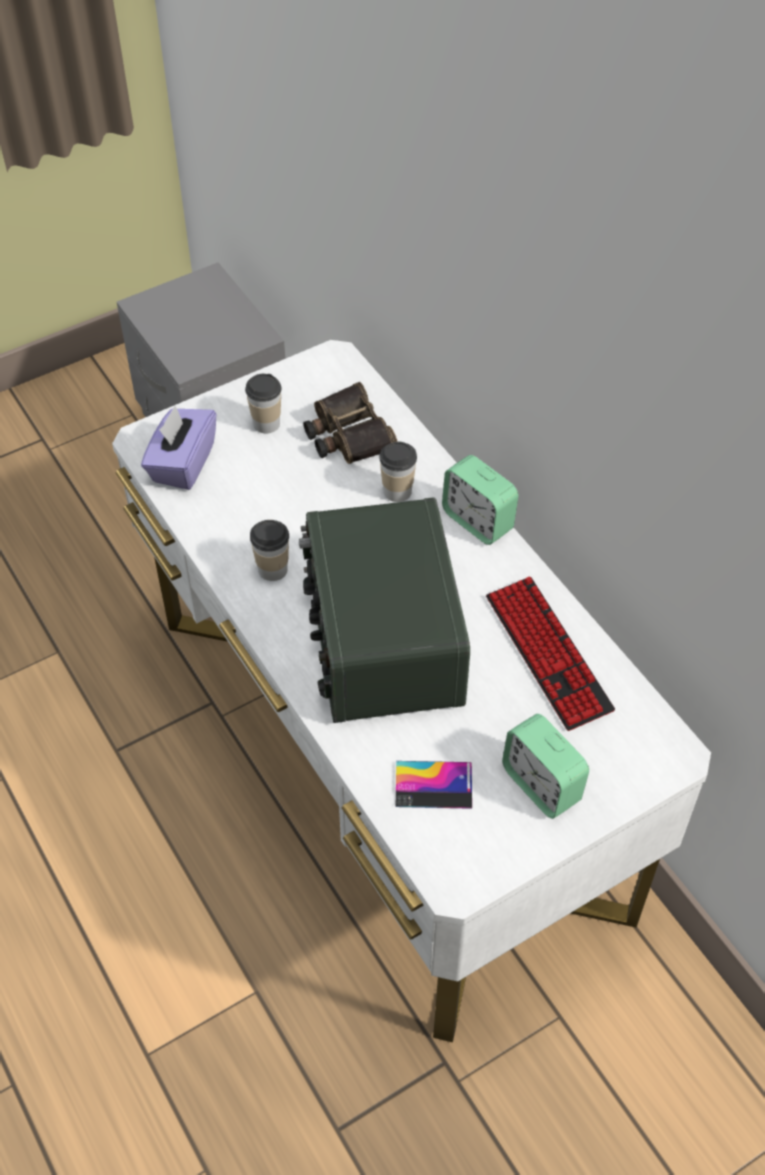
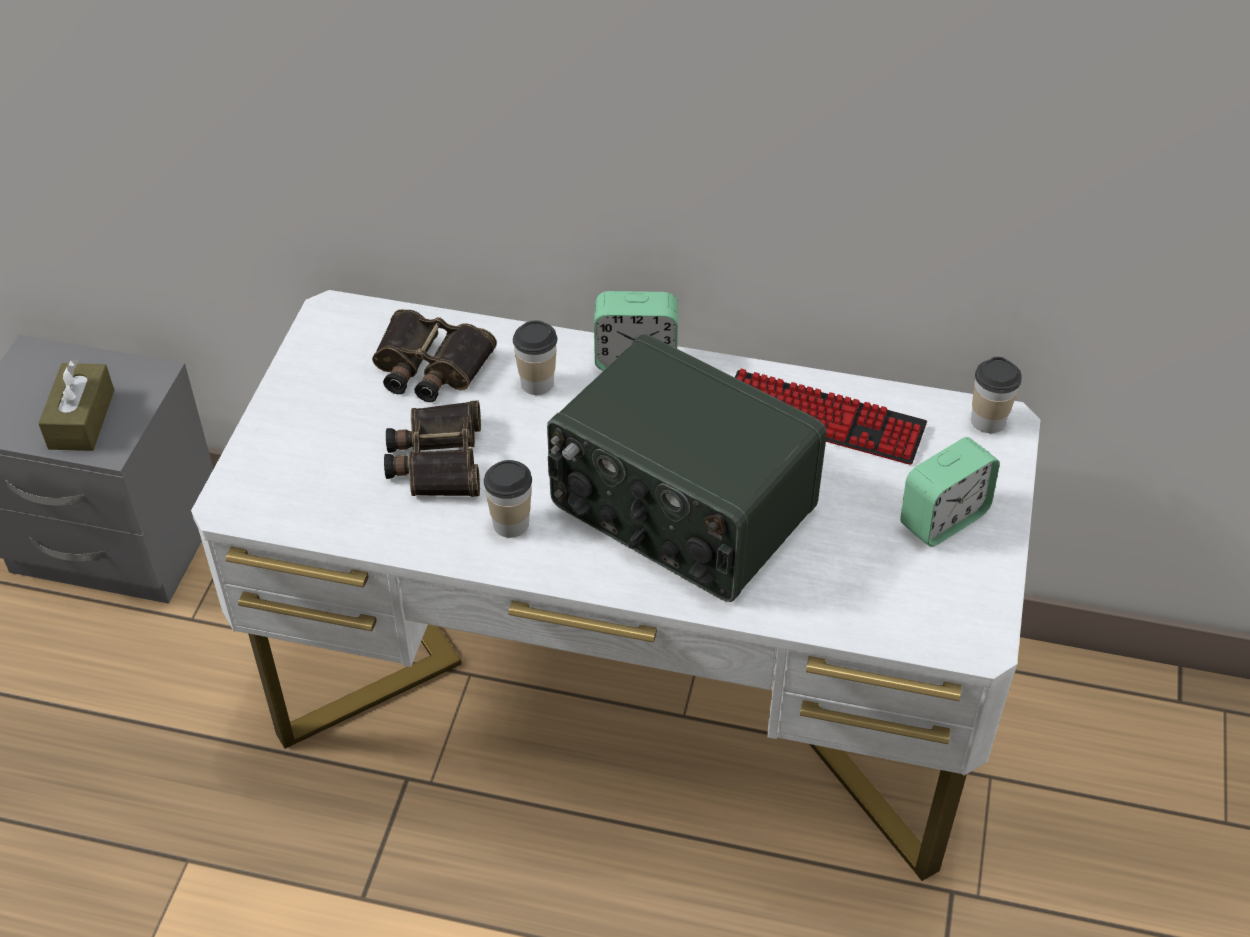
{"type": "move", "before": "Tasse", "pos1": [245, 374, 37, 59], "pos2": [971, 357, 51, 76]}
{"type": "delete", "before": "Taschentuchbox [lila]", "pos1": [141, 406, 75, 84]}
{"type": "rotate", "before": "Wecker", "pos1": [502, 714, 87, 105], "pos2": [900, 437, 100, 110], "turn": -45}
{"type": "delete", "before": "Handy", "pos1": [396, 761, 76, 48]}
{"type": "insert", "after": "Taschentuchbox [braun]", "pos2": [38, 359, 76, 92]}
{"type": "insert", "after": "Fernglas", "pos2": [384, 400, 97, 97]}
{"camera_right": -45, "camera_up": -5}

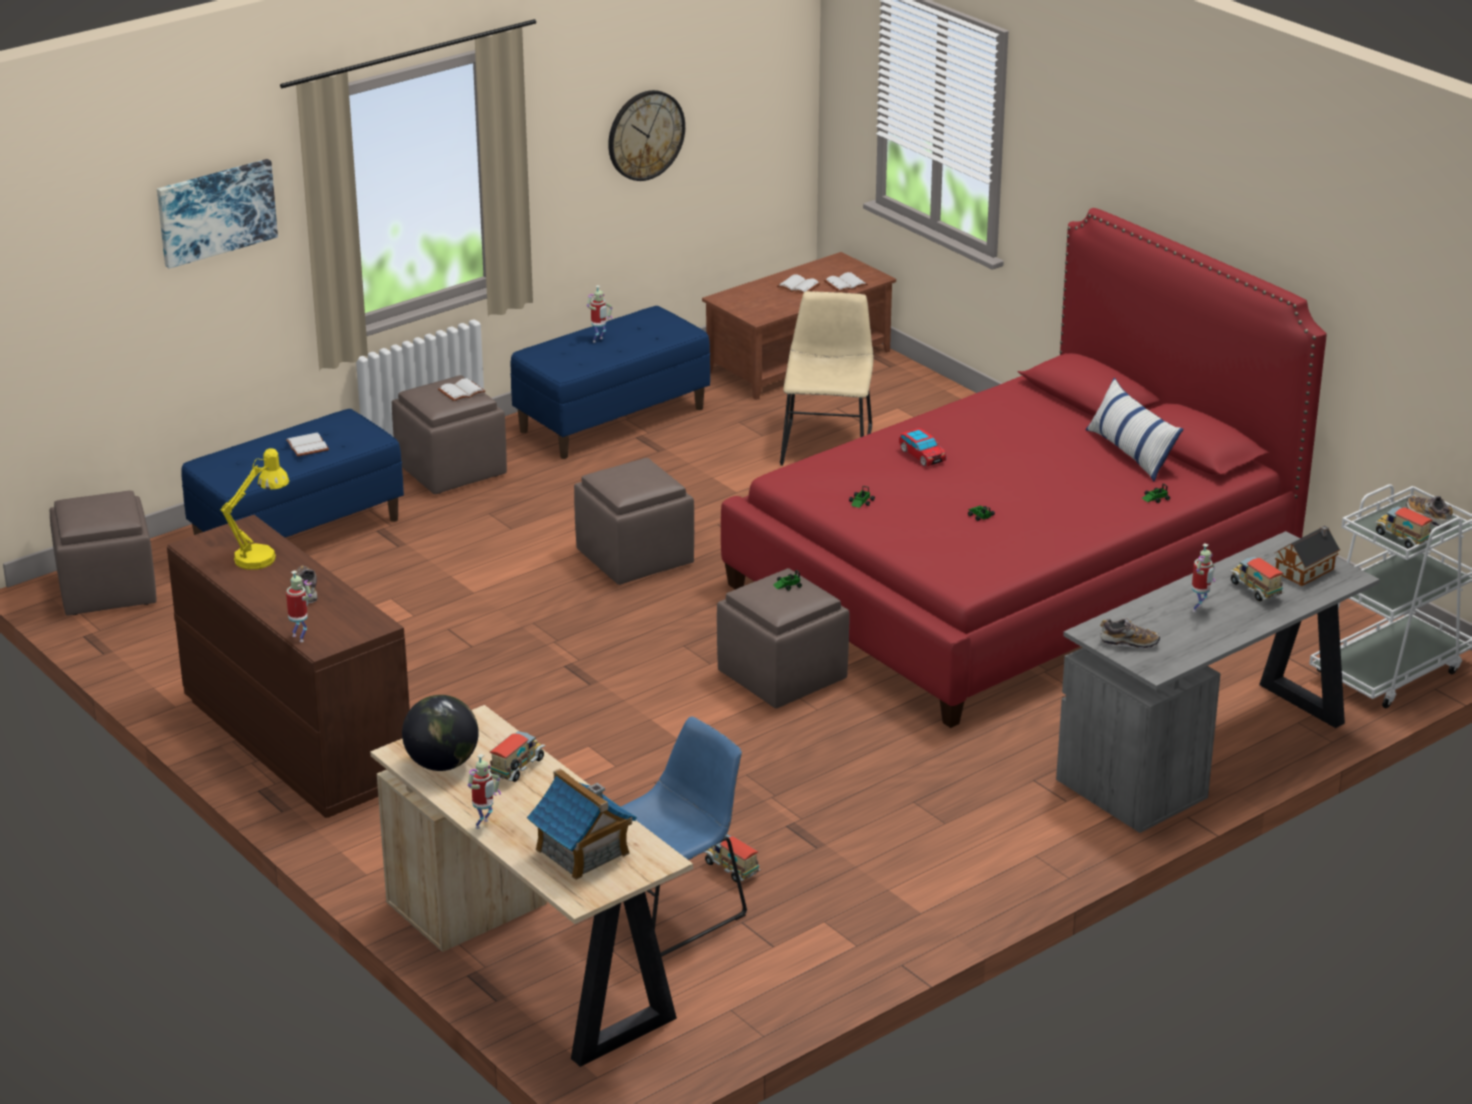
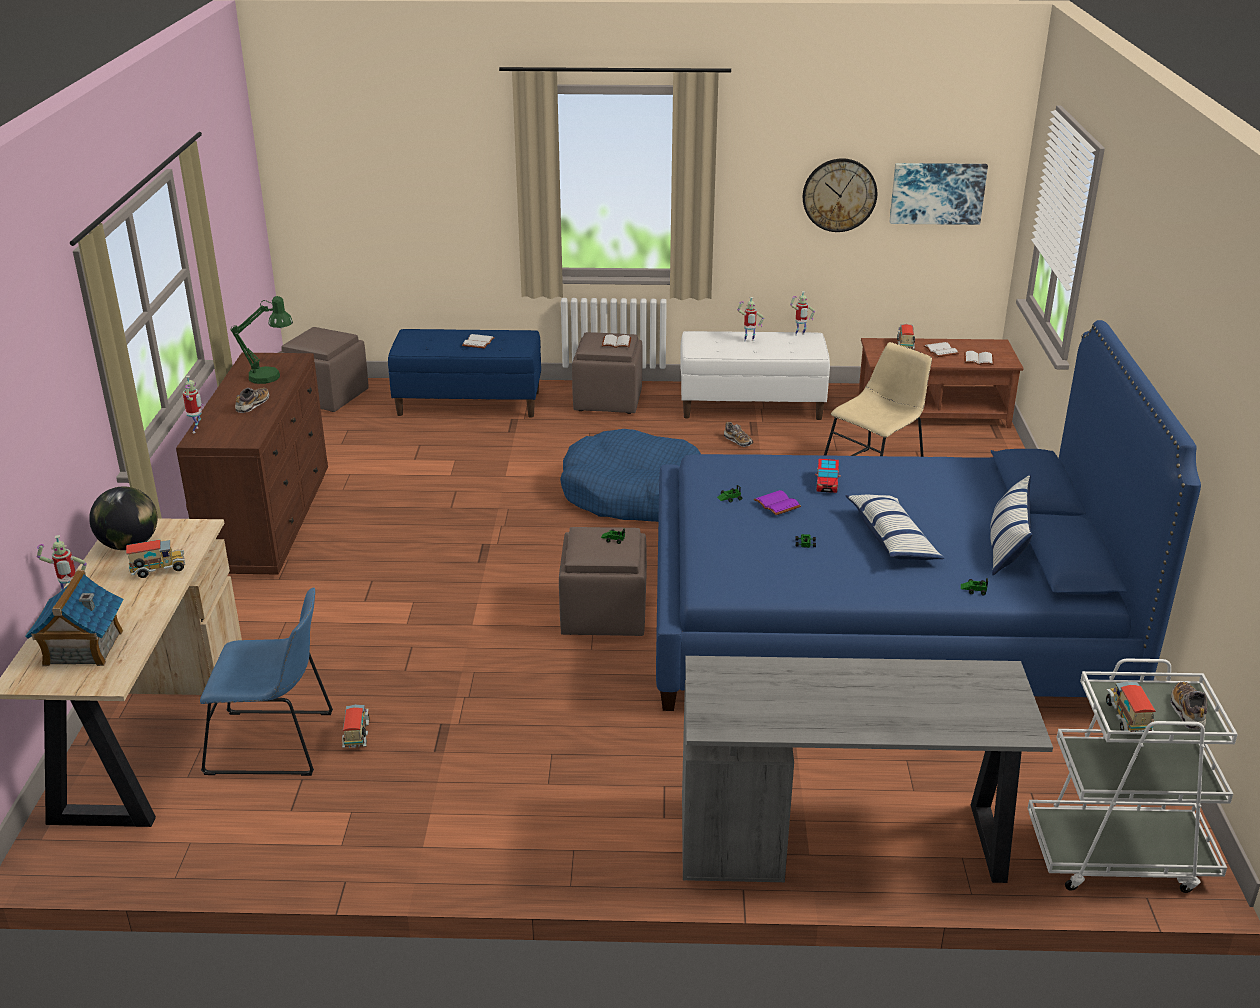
{"type": "move", "before": "Bild", "pos1": [157, 159, 121, 110], "pos2": [890, 163, 98, 62]}
{"type": "recolor", "before": "Bett [rot]", "after": "Bett [blau]", "pos1": [721, 208, 606, 520], "pos2": [656, 320, 545, 391]}
{"type": "recolor", "before": "Bank [blau]", "after": "Bank [weiß]", "pos1": [510, 306, 200, 153], "pos2": [680, 331, 150, 89]}
{"type": "recolor", "before": "Tischlampe [gelb]", "after": "Tischlampe [grün]", "pos1": [221, 448, 68, 122], "pos2": [231, 296, 62, 88]}
{"type": "replace", "before": "Polsterhocker [braun]", "after": "Hundebett [blau]", "pos1": [574, 458, 120, 127], "pos2": [560, 429, 141, 93]}
{"type": "delete", "before": "Spielzeughaus", "pos1": [1275, 525, 65, 61]}
{"type": "move", "before": "Spielzeugroboter", "pos1": [1192, 543, 23, 69], "pos2": [790, 291, 25, 45]}
{"type": "move", "before": "Spielzeuglaster", "pos1": [1230, 556, 54, 46], "pos2": [897, 324, 18, 25]}
{"type": "move", "before": "Schuh", "pos1": [1100, 619, 60, 30], "pos2": [724, 422, 29, 25]}
{"type": "insert", "after": "Buch [lila]", "pos2": [754, 490, 47, 25]}
{"type": "insert", "after": "Kissen", "pos2": [845, 495, 99, 65]}
{"camera_right": 40, "camera_up": 0}

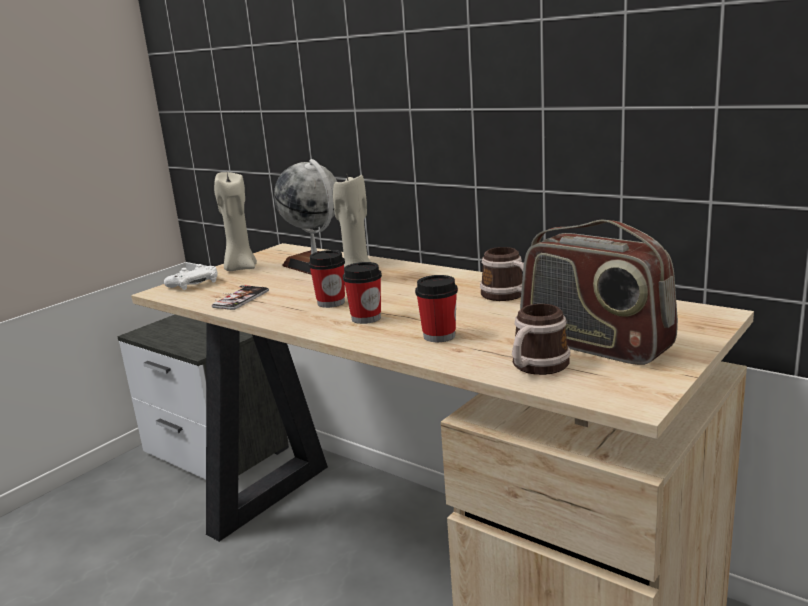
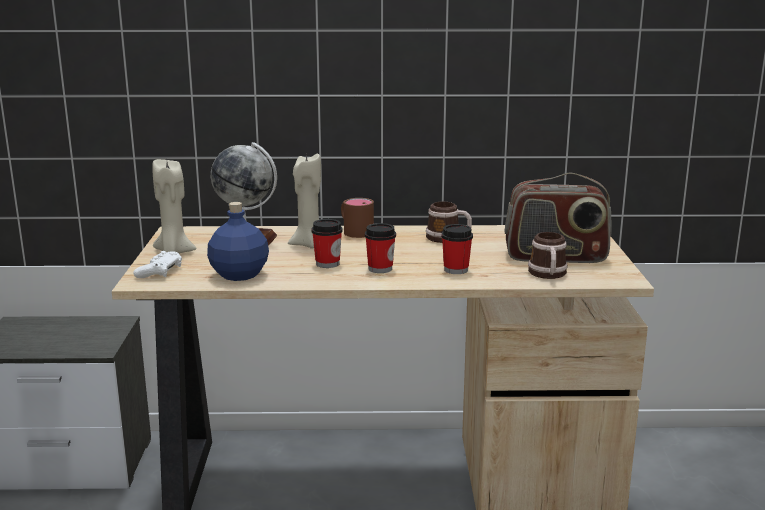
{"type": "replace", "before": "Handy", "after": "Flasche [blau]", "pos1": [212, 285, 57, 25], "pos2": [207, 202, 62, 79]}
{"type": "insert", "after": "Henkelbecher [braun]", "pos2": [341, 198, 33, 40]}
{"camera_right": -40, "camera_up": 0}

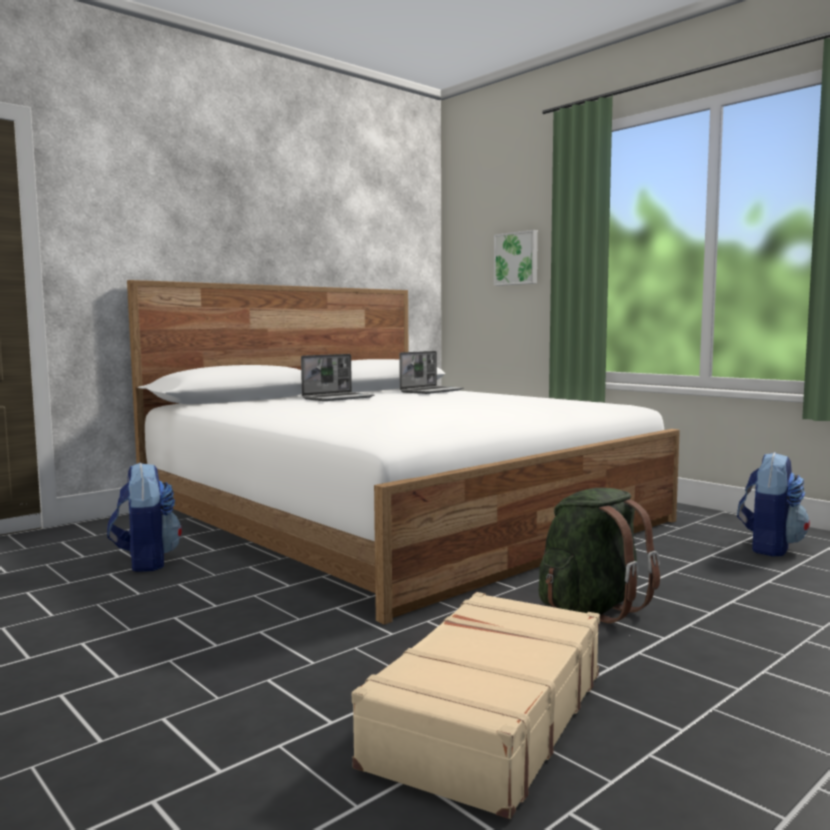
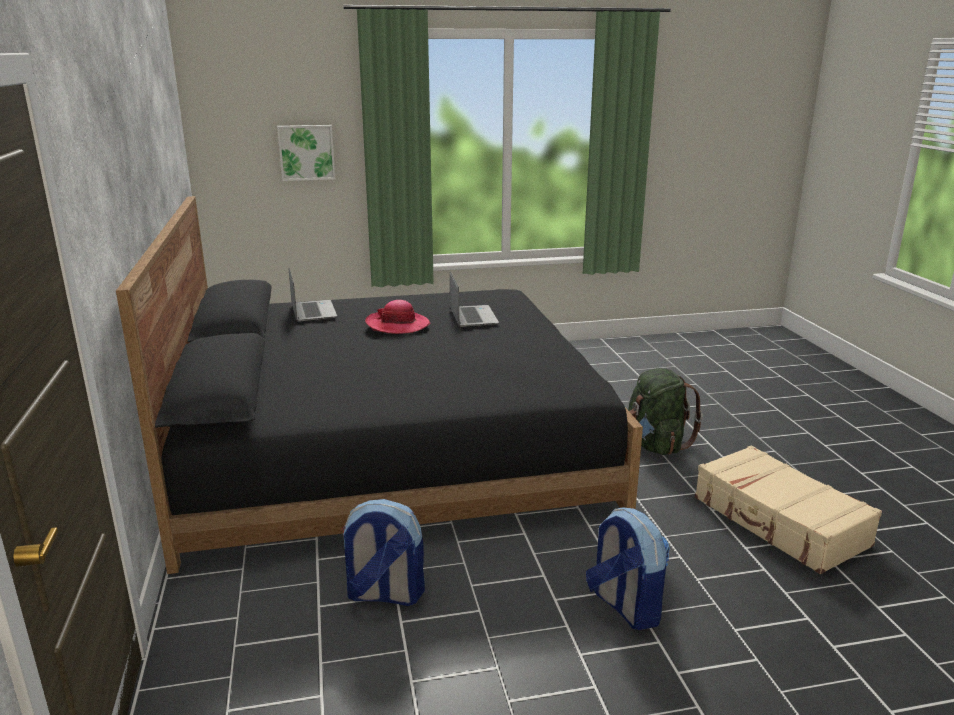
{"type": "recolor", "before": "Bett [weiß]", "after": "Bett [schwarz]", "pos1": [127, 280, 553, 345], "pos2": [116, 196, 527, 378]}
{"type": "move", "before": "Laptop", "pos1": [301, 354, 74, 47], "pos2": [450, 272, 49, 56]}
{"type": "move", "before": "Rucksack", "pos1": [737, 452, 73, 104], "pos2": [586, 507, 84, 123]}
{"type": "insert", "after": "Hut", "pos2": [365, 300, 65, 34]}
{"camera_right": -60, "camera_up": 15}

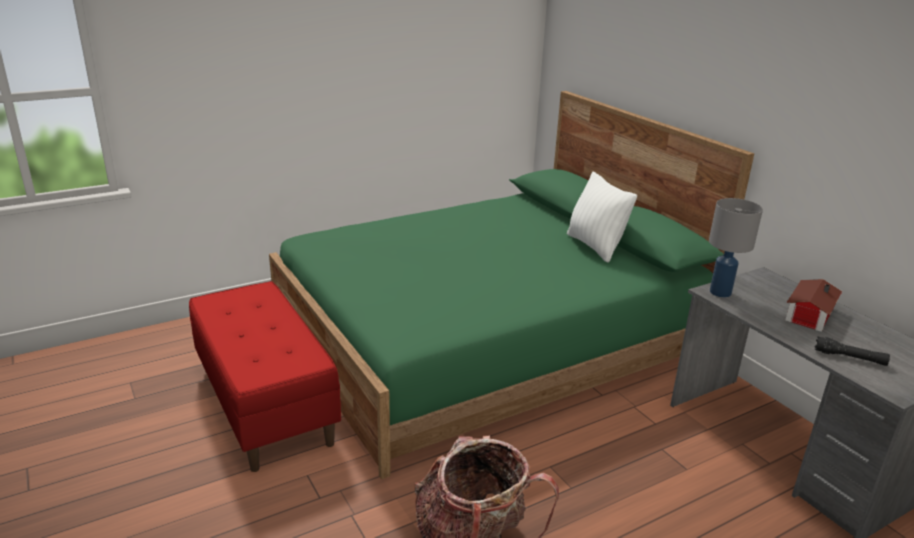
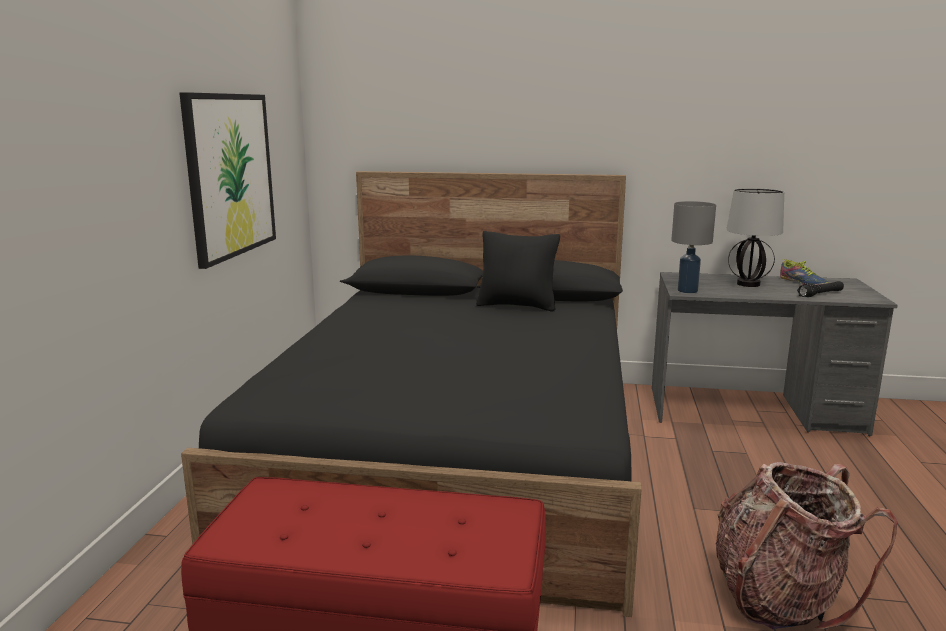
{"type": "recolor", "before": "Bett [grün]", "after": "Bett [schwarz]", "pos1": [269, 91, 485, 388], "pos2": [181, 171, 461, 446]}
{"type": "recolor", "before": "Kissen [weiß]", "after": "Kissen [schwarz]", "pos1": [567, 172, 70, 91], "pos2": [476, 231, 84, 80]}
{"type": "replace", "before": "Spielzeughaus", "after": "Tischlampe", "pos1": [785, 279, 57, 53], "pos2": [726, 188, 58, 99]}
{"type": "insert", "after": "Bild", "pos2": [179, 92, 97, 177]}
{"type": "insert", "after": "Schuh", "pos2": [780, 259, 49, 26]}
{"camera_right": -50, "camera_up": -10}

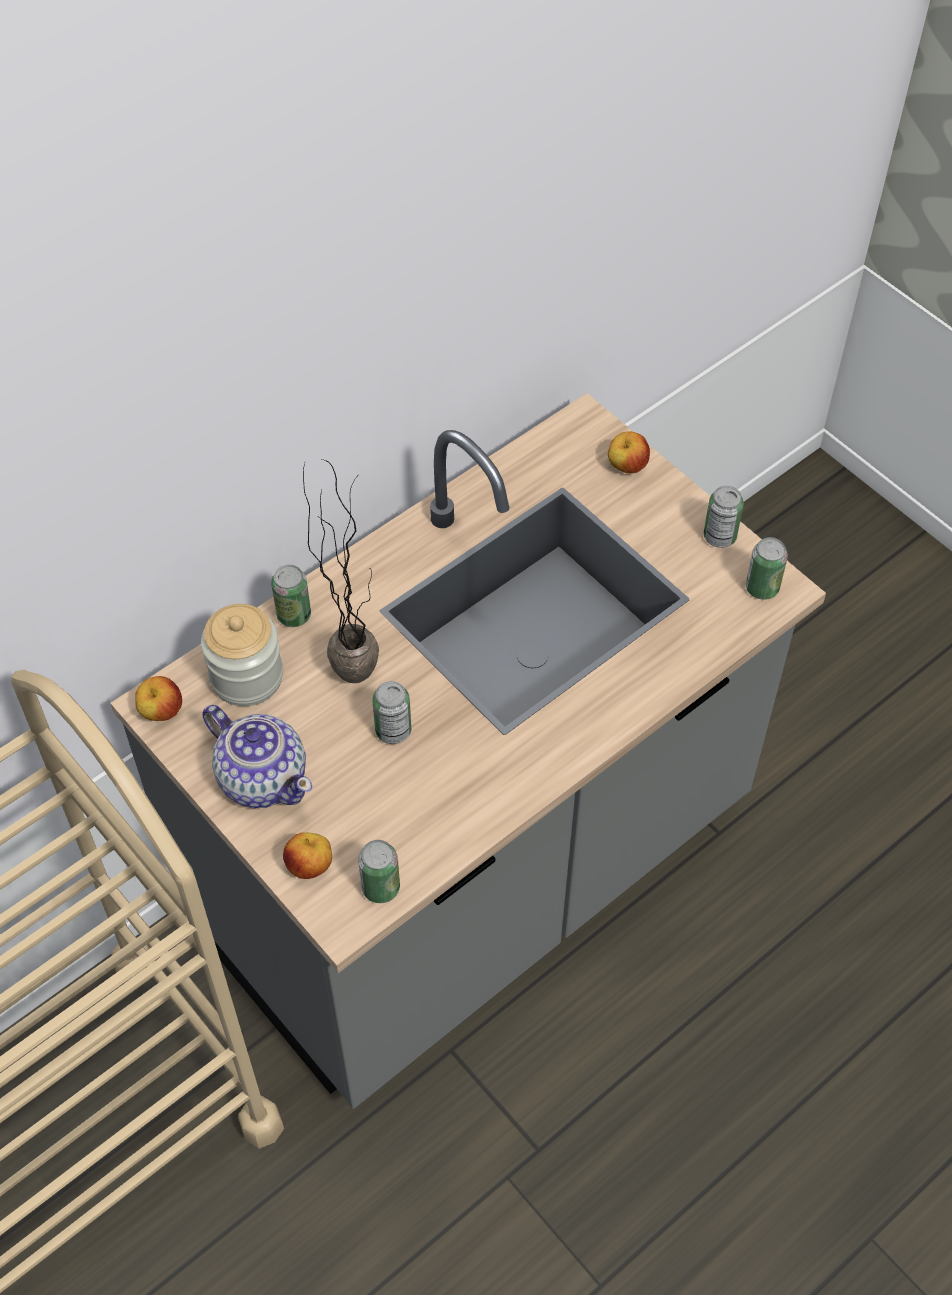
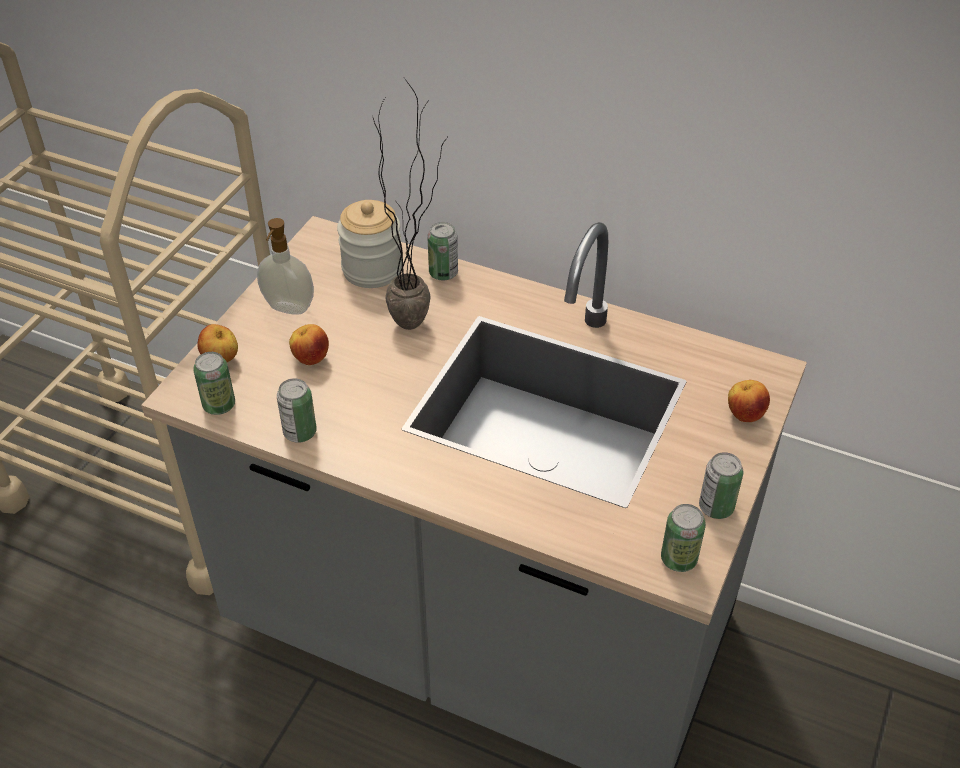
{"type": "move", "before": "Apfel", "pos1": [135, 676, 47, 45], "pos2": [289, 324, 40, 41]}
{"type": "move", "before": "Dose", "pos1": [372, 681, 39, 63], "pos2": [277, 378, 40, 65]}
{"type": "replace", "before": "Teekanne", "after": "Seifenspender", "pos1": [202, 705, 110, 103], "pos2": [257, 218, 57, 97]}
{"camera_right": 65, "camera_up": -10}

